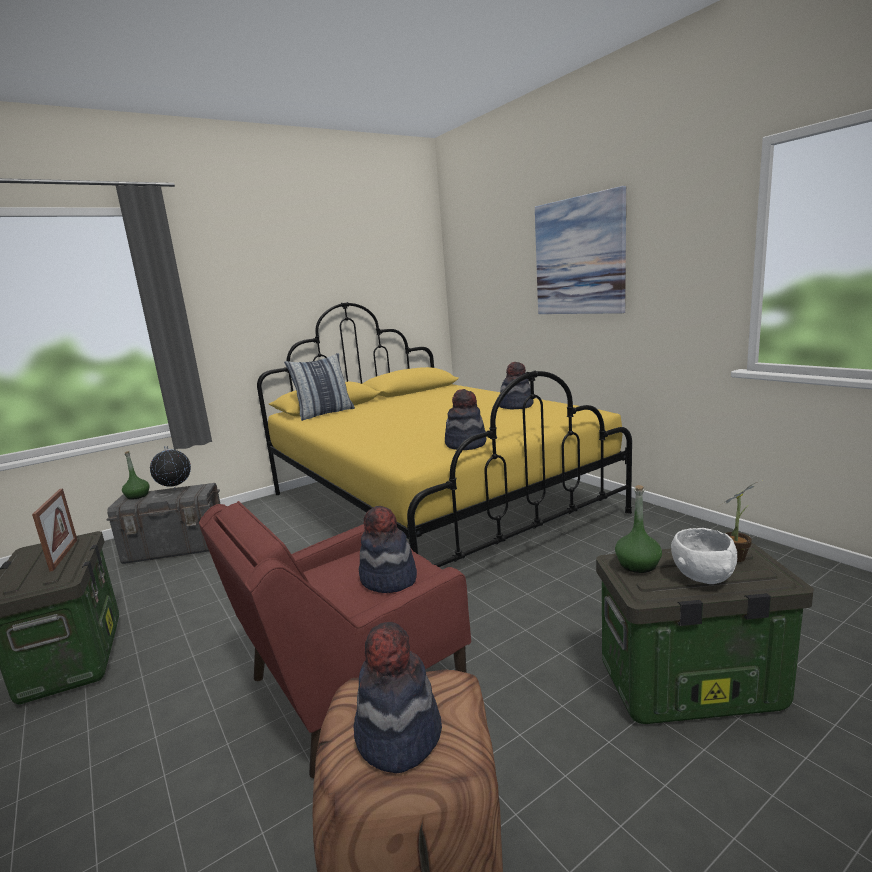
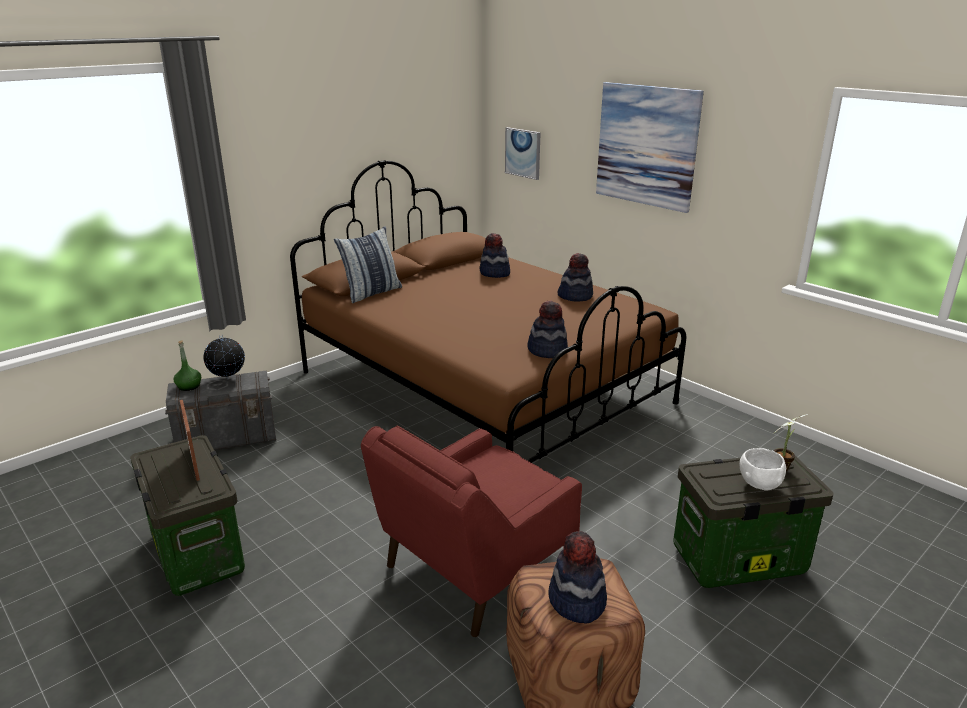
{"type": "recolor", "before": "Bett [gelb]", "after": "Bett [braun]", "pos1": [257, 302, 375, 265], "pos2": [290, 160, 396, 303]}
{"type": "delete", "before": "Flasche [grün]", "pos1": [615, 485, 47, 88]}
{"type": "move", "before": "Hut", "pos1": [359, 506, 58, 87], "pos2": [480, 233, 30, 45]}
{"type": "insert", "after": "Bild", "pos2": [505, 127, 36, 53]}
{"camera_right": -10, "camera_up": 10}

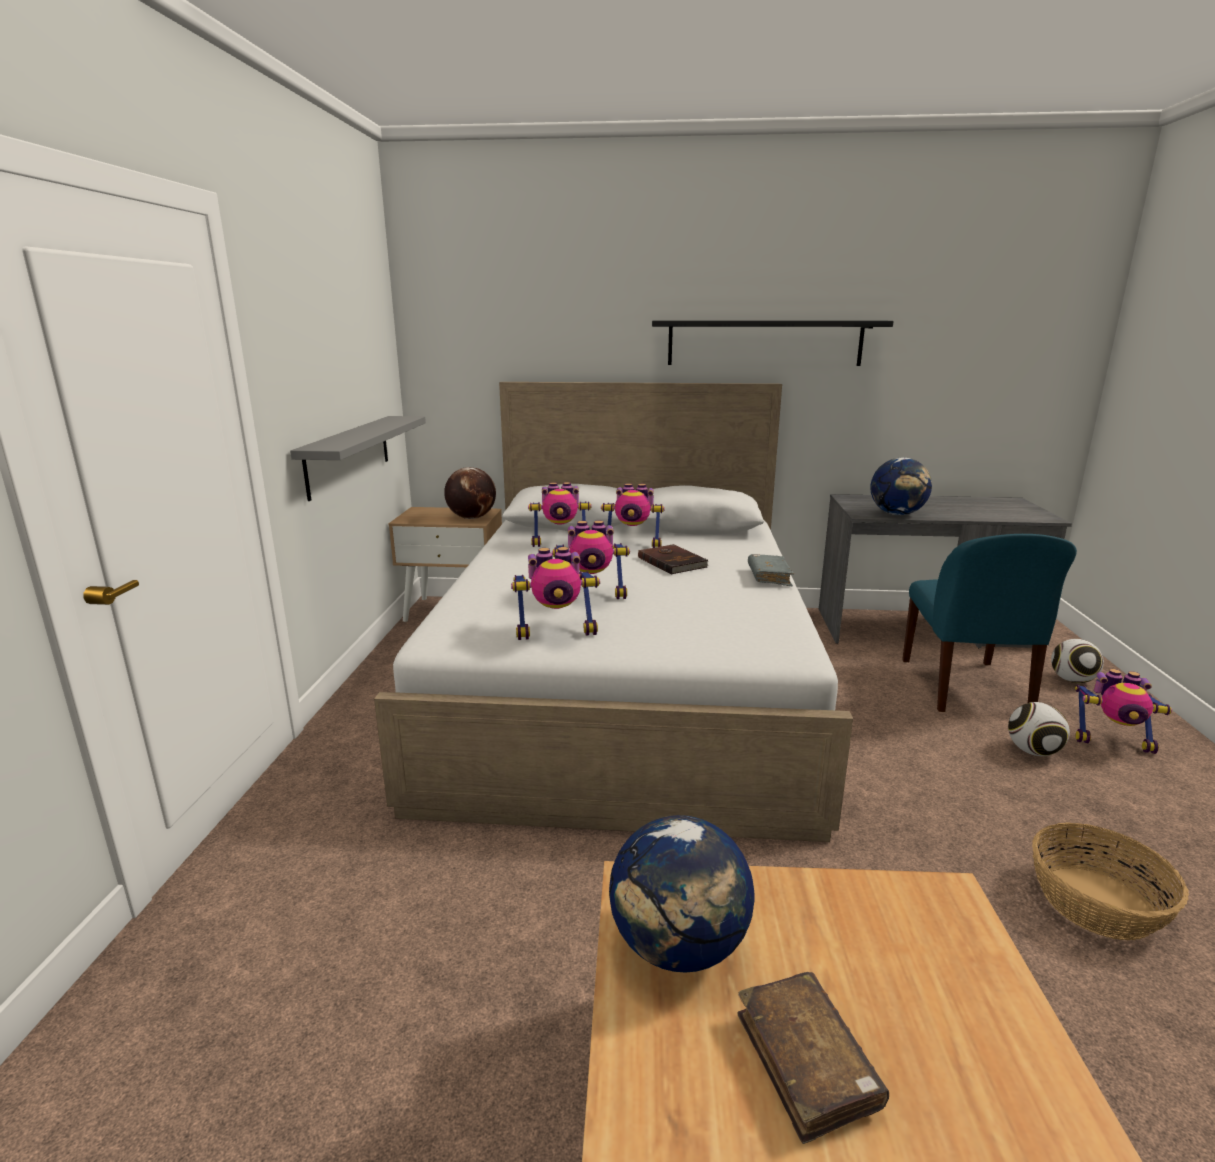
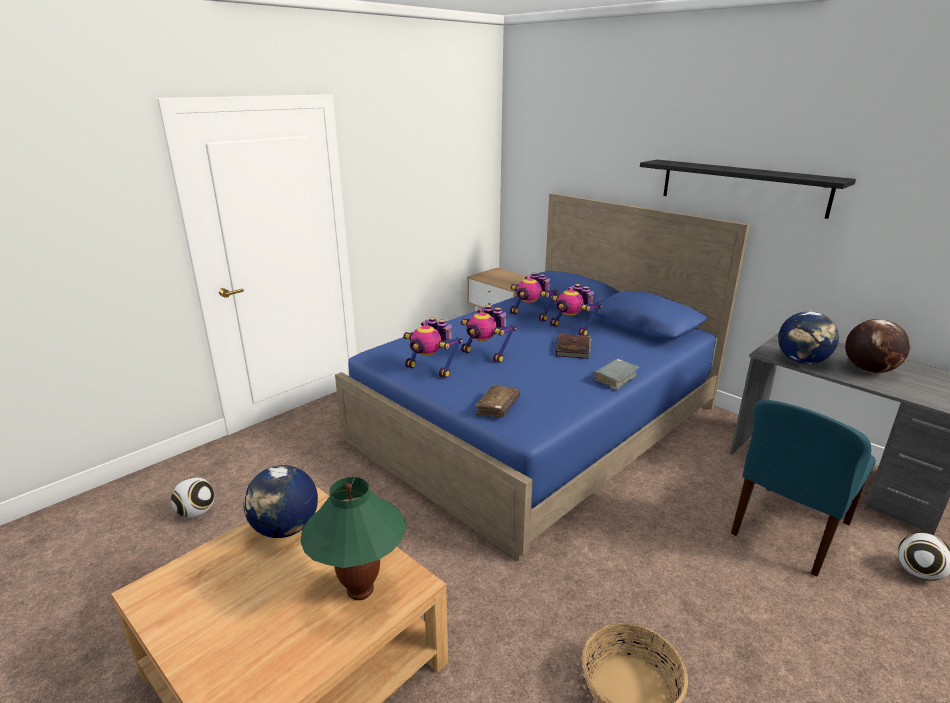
{"type": "recolor", "before": "Bett [weiß]", "after": "Bett [blau]", "pos1": [374, 382, 479, 460], "pos2": [335, 193, 415, 368]}
{"type": "delete", "before": "Wandregal [grau]", "pos1": [290, 416, 136, 85]}
{"type": "move", "before": "Globus", "pos1": [444, 467, 52, 52], "pos2": [845, 319, 65, 54]}
{"type": "delete", "before": "Spielzeugroboter", "pos1": [1075, 669, 97, 85]}
{"type": "move", "before": "Fußball", "pos1": [1008, 702, 62, 54], "pos2": [171, 477, 44, 41]}
{"type": "move", "before": "Buch [braun]", "pos1": [737, 972, 152, 172], "pos2": [475, 384, 45, 34]}
{"type": "insert", "after": "Tischlampe [grün]", "pos2": [300, 477, 106, 123]}
{"camera_right": 40, "camera_up": 5}

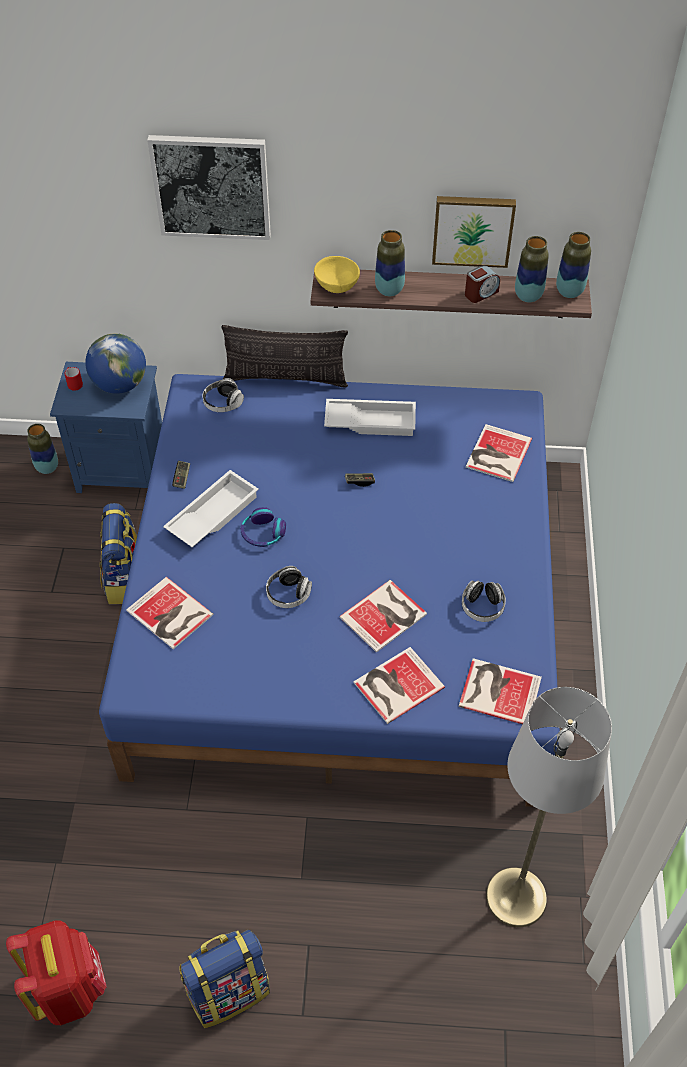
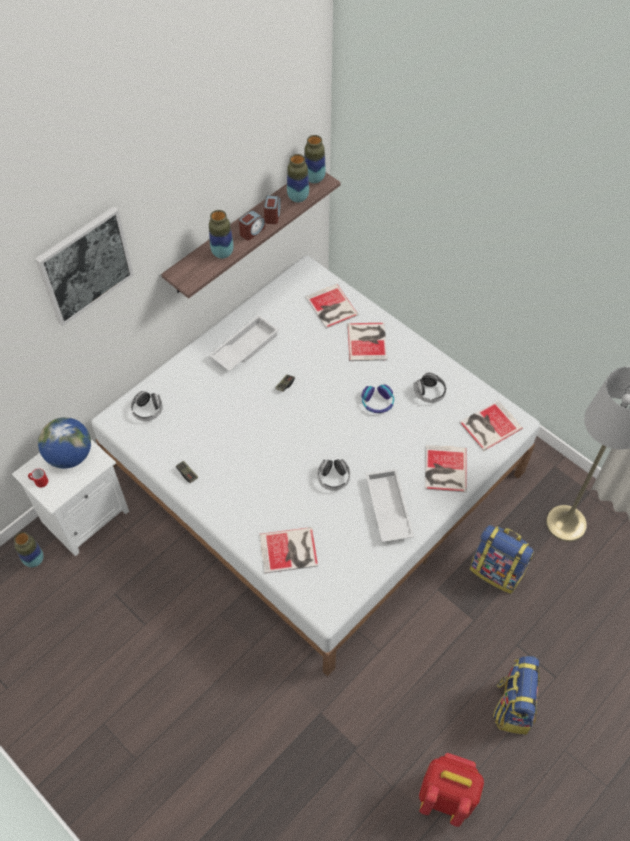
{"type": "delete", "before": "Bild", "pos1": [432, 196, 84, 72]}
{"type": "delete", "before": "Schüssel [gelb]", "pos1": [314, 256, 46, 37]}
{"type": "delete", "before": "Kissen", "pos1": [222, 325, 126, 63]}
{"type": "recolor", "before": "Nachttisch [blau]", "after": "Nachttisch [weiß]", "pos1": [50, 362, 112, 131], "pos2": [12, 439, 117, 117]}
{"type": "recolor", "before": "Bett [blau]", "after": "Bett [weiß]", "pos1": [99, 374, 461, 433], "pos2": [91, 255, 449, 421]}
{"type": "move", "before": "Tablett [weiß]", "pos1": [163, 470, 96, 77], "pos2": [366, 468, 48, 74]}
{"type": "move", "before": "Rucksack", "pos1": [100, 503, 37, 101], "pos2": [470, 525, 64, 69]}
{"type": "move", "before": "Kopfhörer", "pos1": [240, 507, 46, 40], "pos2": [361, 384, 33, 29]}
{"type": "move", "before": "Buch", "pos1": [339, 580, 88, 73], "pos2": [348, 323, 39, 38]}
{"type": "insert", "after": "Wecker", "pos2": [239, 211, 26, 29]}
{"camera_right": -50, "camera_up": 5}

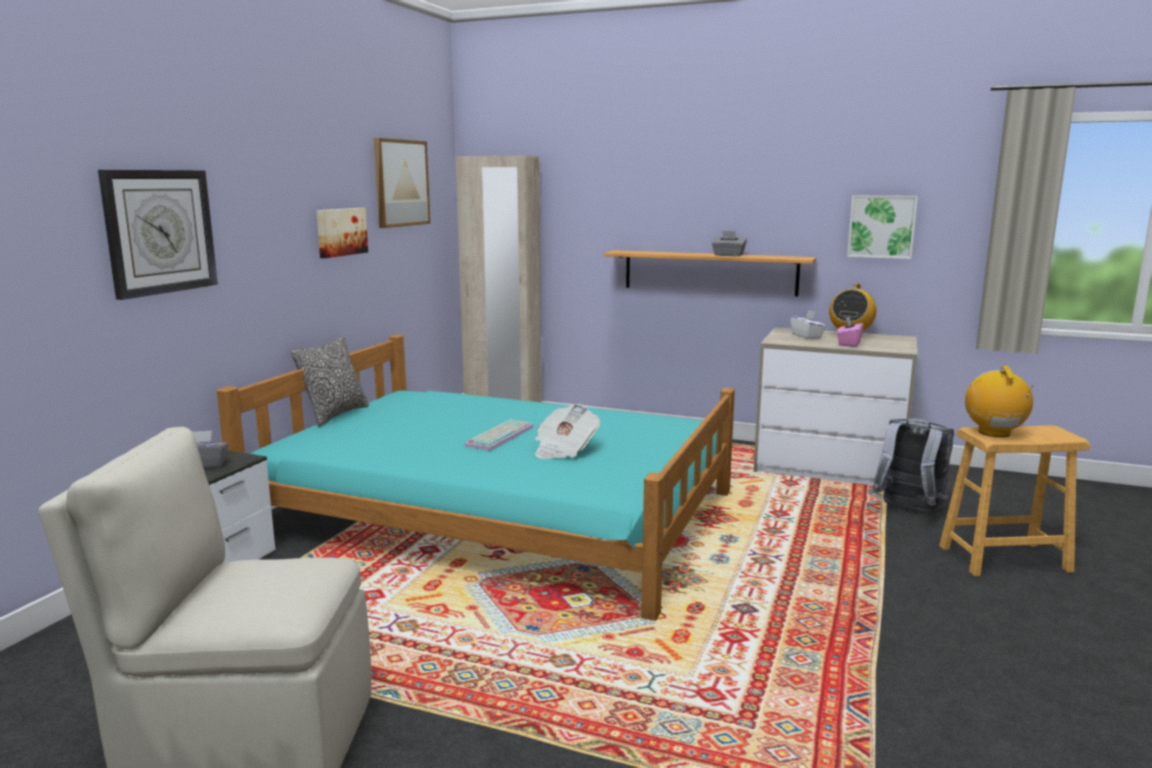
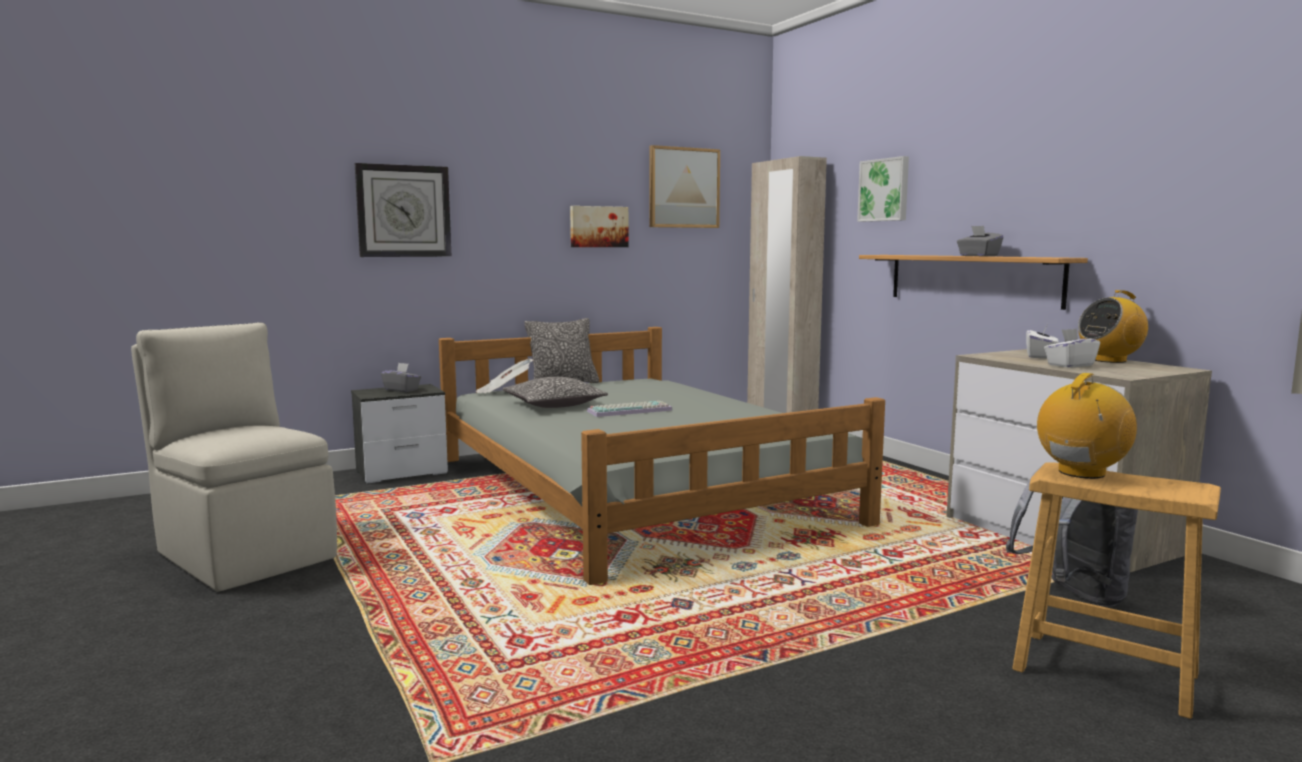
{"type": "move", "before": "Bild", "pos1": [847, 195, 71, 64], "pos2": [857, 156, 52, 66]}
{"type": "recolor", "before": "Taschentuchbox [rosa]", "after": "Taschentuchbox [weiß]", "pos1": [837, 317, 27, 30], "pos2": [1044, 328, 56, 40]}
{"type": "recolor", "before": "Bett [türkis]", "after": "Bett [grau]", "pos1": [217, 335, 518, 286], "pos2": [439, 327, 446, 258]}
{"type": "move", "before": "Zeitung", "pos1": [535, 404, 65, 55], "pos2": [476, 359, 57, 34]}
{"type": "insert", "after": "Kissen", "pos2": [502, 377, 106, 31]}
{"camera_right": 40, "camera_up": -5}

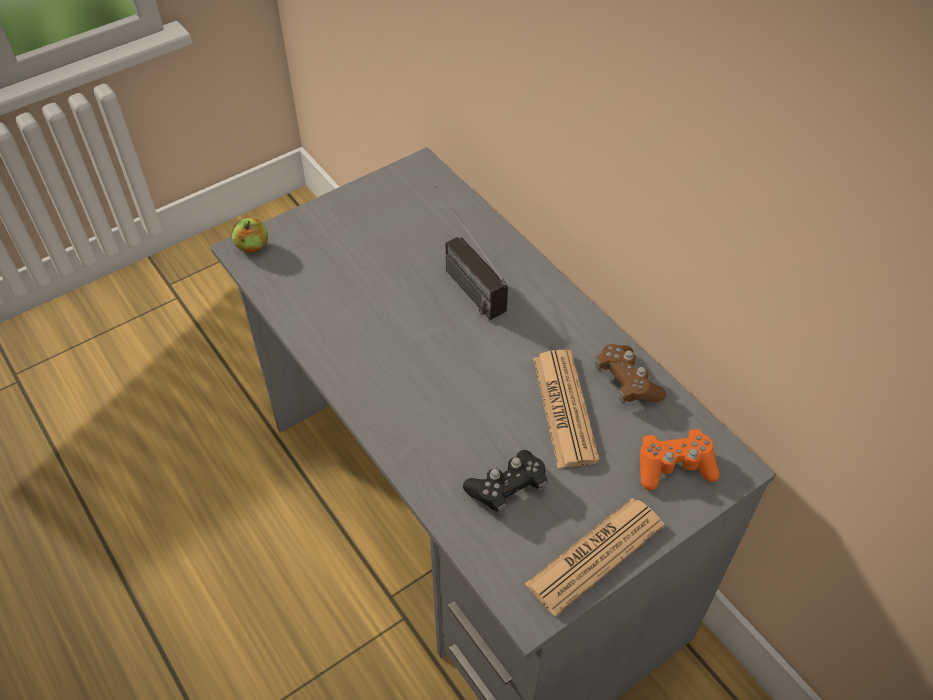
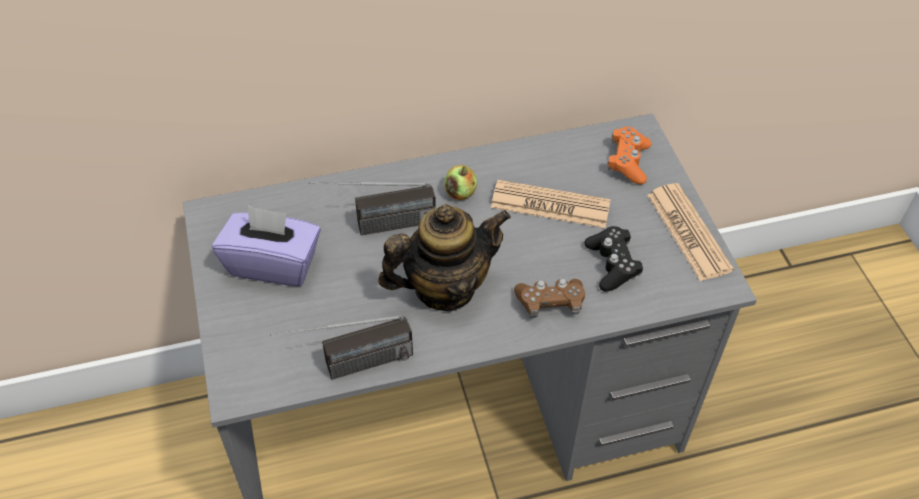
{"type": "move", "before": "Apfel", "pos1": [232, 218, 36, 35], "pos2": [444, 165, 33, 35]}
{"type": "move", "before": "Gamepad [braun]", "pos1": [595, 344, 71, 60], "pos2": [514, 279, 71, 39]}
{"type": "insert", "after": "Teekanne", "pos2": [378, 204, 133, 107]}
{"type": "insert", "after": "Taschentuchbox [lila]", "pos2": [212, 205, 109, 81]}
{"type": "insert", "after": "Radio", "pos2": [270, 315, 143, 65]}
{"camera_right": -70, "camera_up": 0}

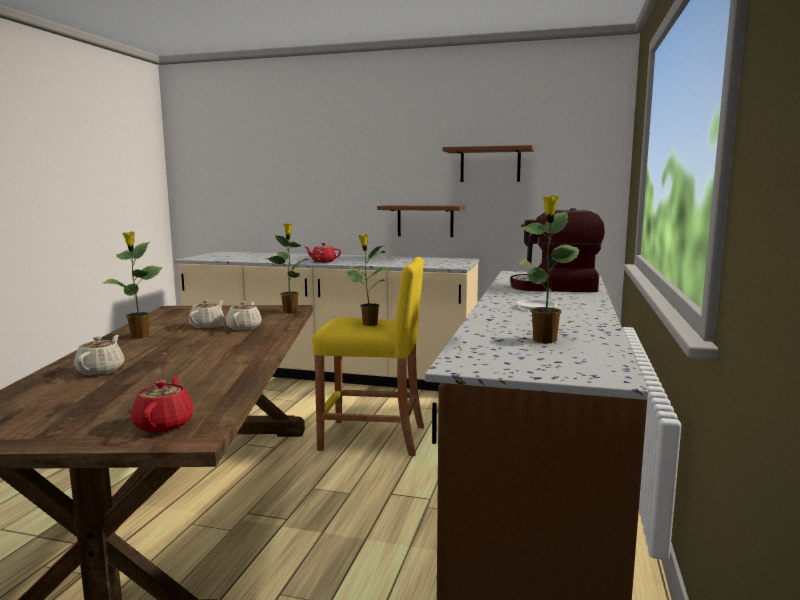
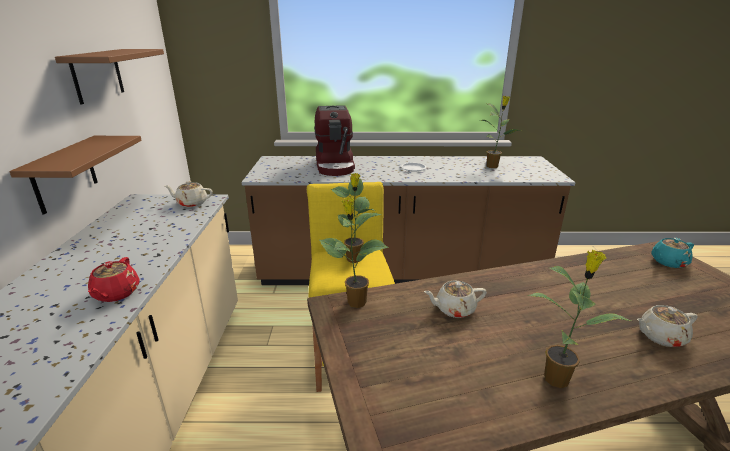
{"type": "move", "before": "Teekanne [beige]", "pos1": [189, 300, 35, 28], "pos2": [165, 181, 48, 26]}
{"type": "recolor", "before": "Teekanne [rot]", "after": "Teekanne [türkis]", "pos1": [131, 375, 63, 58], "pos2": [652, 238, 42, 30]}
{"camera_right": -105, "camera_up": 15}

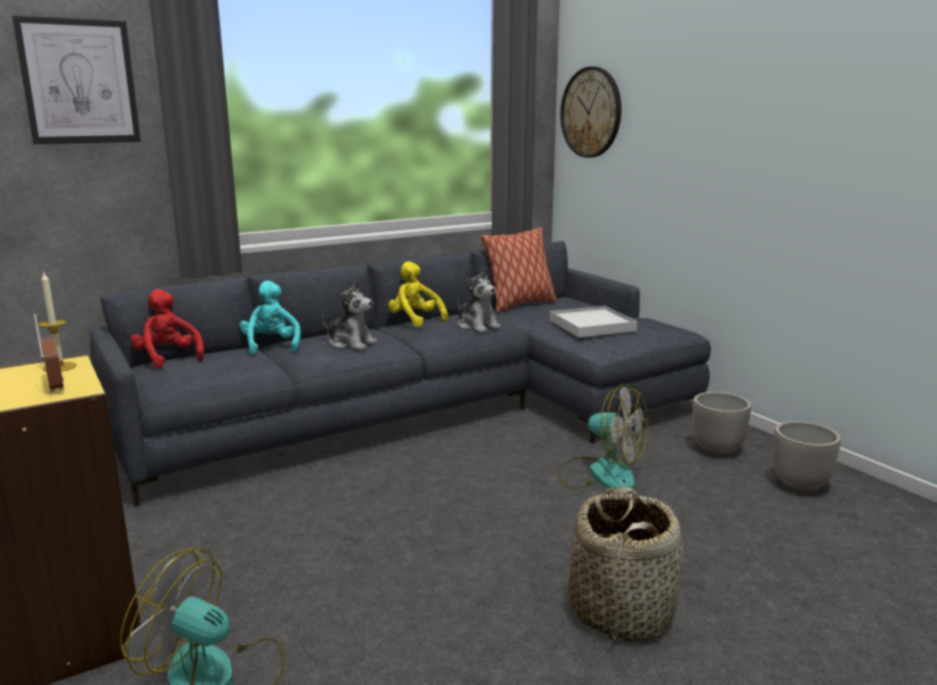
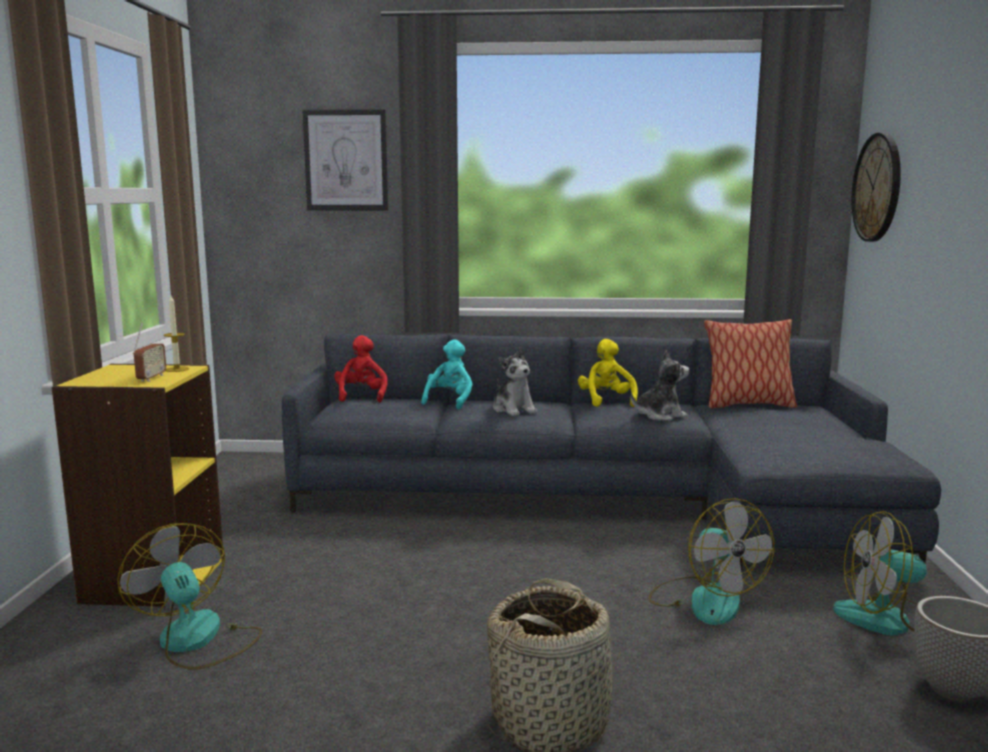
{"type": "rotate", "before": "Plüschtier", "pos1": [457, 268, 44, 64], "pos2": [631, 350, 58, 71], "turn": -105}
{"type": "delete", "before": "Tablett [weiß]", "pos1": [550, 306, 87, 31]}
{"type": "replace", "before": "Pflanzkübel", "after": "Ventilator", "pos1": [692, 392, 59, 64], "pos2": [833, 511, 94, 125]}
{"camera_right": 35, "camera_up": -5}

